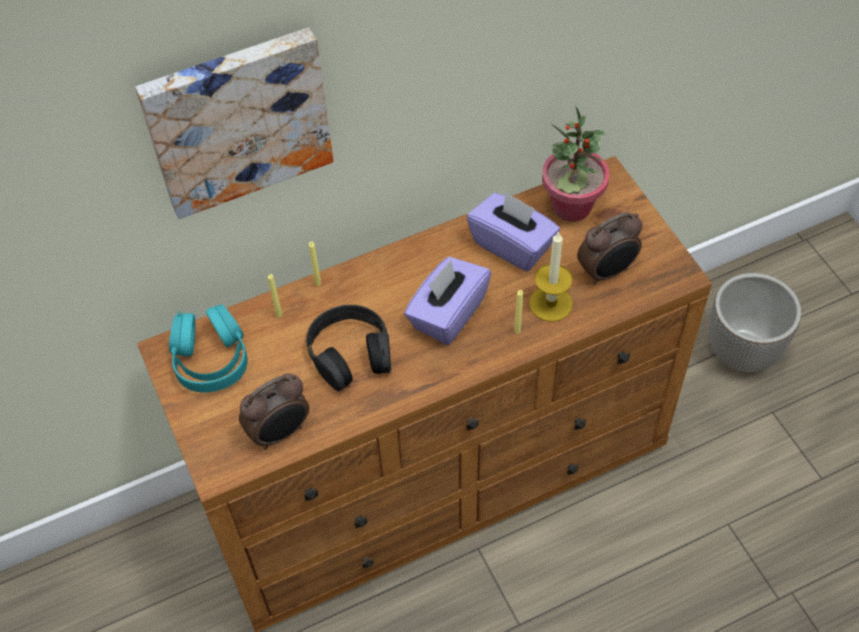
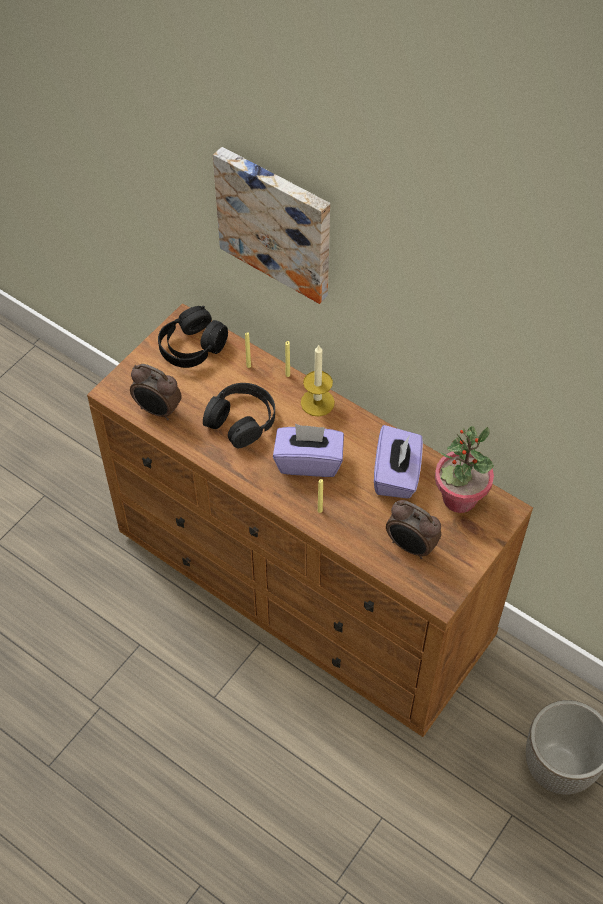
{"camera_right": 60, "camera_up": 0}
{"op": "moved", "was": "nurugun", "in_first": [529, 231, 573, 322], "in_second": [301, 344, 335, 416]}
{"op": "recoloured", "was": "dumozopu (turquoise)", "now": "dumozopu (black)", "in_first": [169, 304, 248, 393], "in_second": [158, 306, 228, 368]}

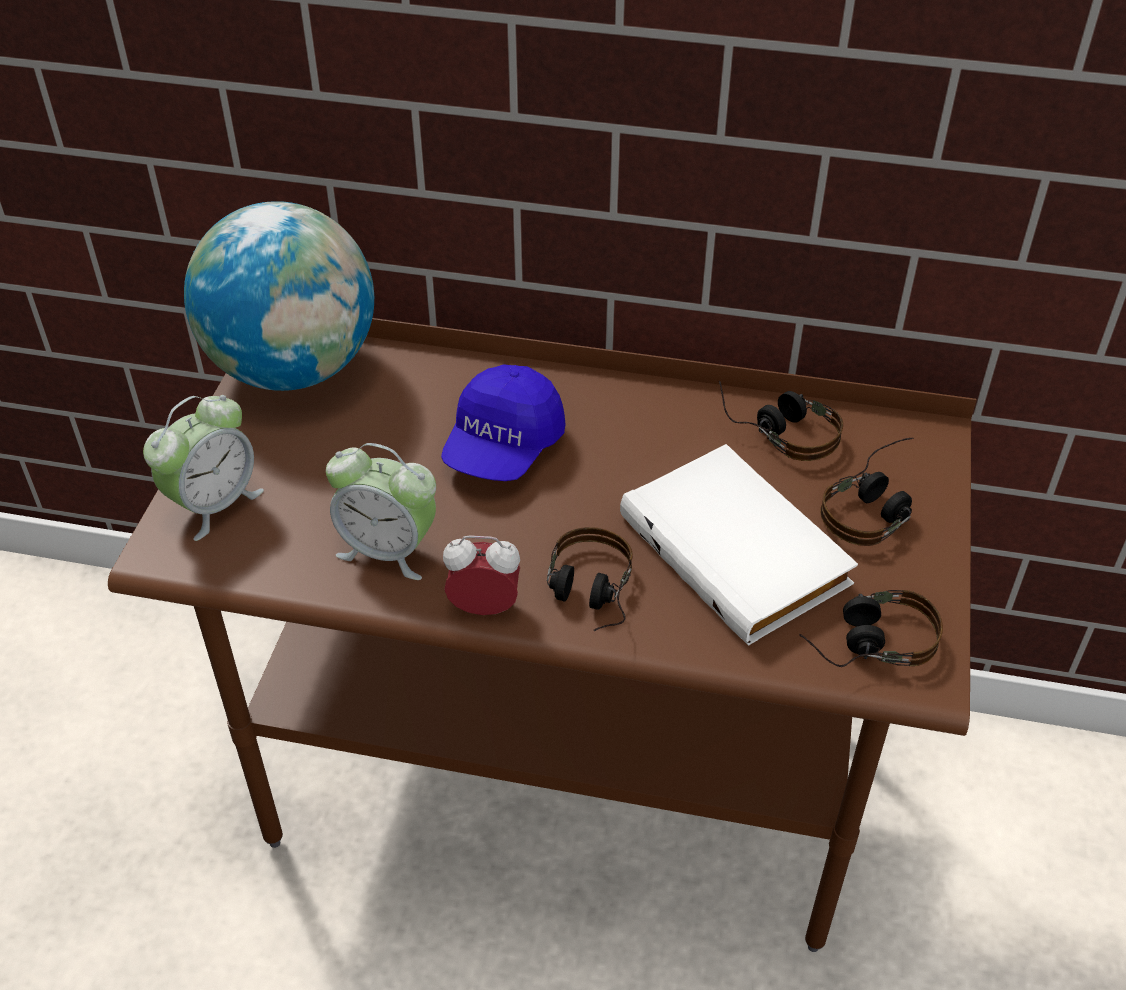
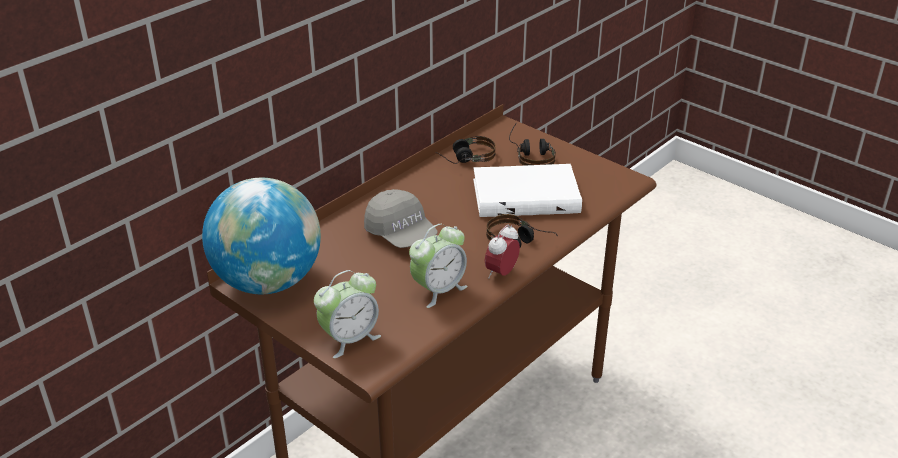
{"camera_right": -60, "camera_up": -10}
{"op": "removed", "was": "dumozopu", "in_first": [799, 590, 943, 667]}
{"op": "recoloured", "was": "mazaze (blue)", "now": "mazaze (grey)", "in_first": [441, 364, 565, 481], "in_second": [364, 189, 438, 248]}
{"op": "turned", "was": "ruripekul", "in_first": [143, 395, 264, 541], "in_second": [314, 270, 381, 358], "clockwise": 75}

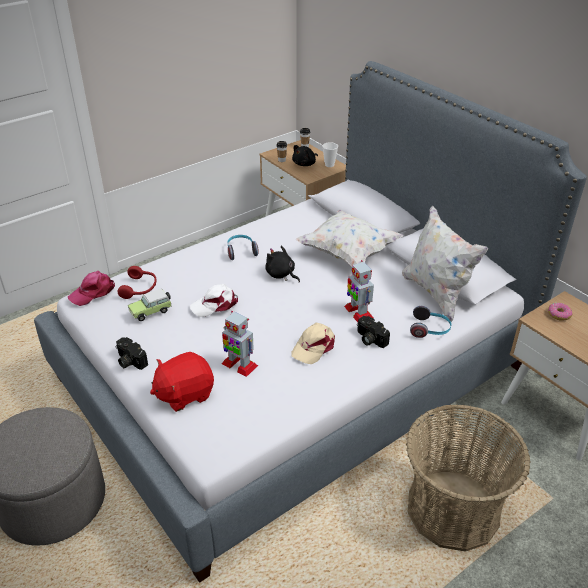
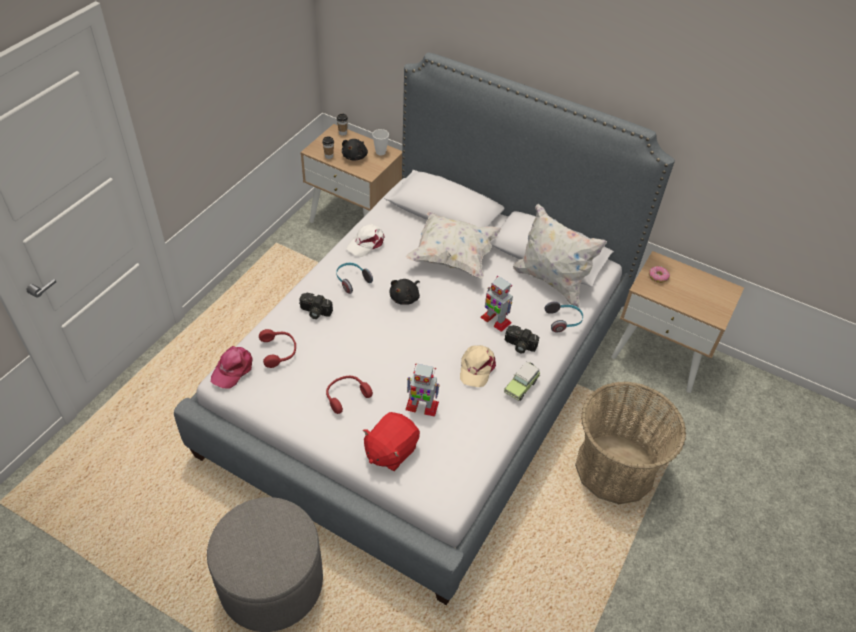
{"camera_right": -25, "camera_up": 10}
{"op": "added", "now": "dumozopu (red)", "in_second": [326, 376, 373, 414]}
{"op": "moved", "was": "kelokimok", "in_first": [115, 337, 148, 370], "in_second": [299, 293, 333, 319]}
{"op": "moved", "was": "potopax", "in_first": [128, 288, 172, 321], "in_second": [504, 362, 540, 401]}
{"op": "moved", "was": "mazaze (white)", "in_first": [190, 284, 238, 317], "in_second": [346, 223, 385, 257]}
{"op": "turned", "was": "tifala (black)", "in_first": [265, 246, 300, 282], "in_second": [389, 279, 420, 305], "clockwise": -75}

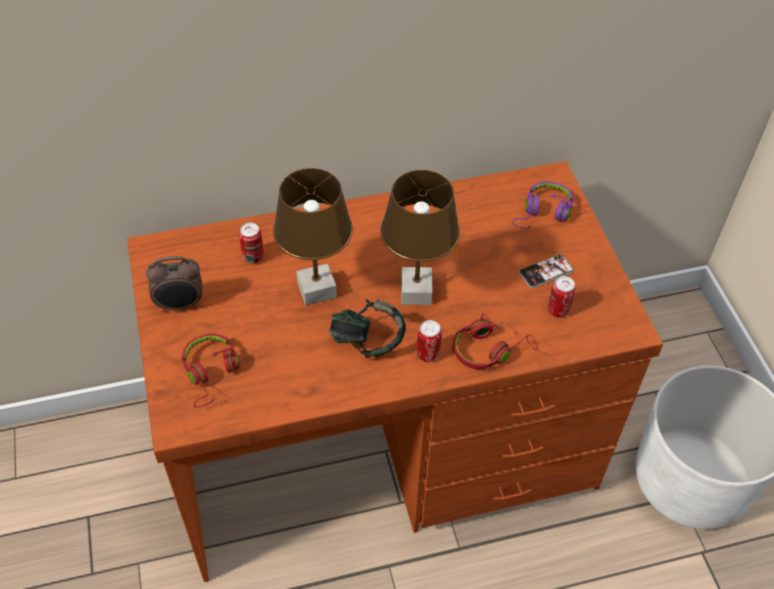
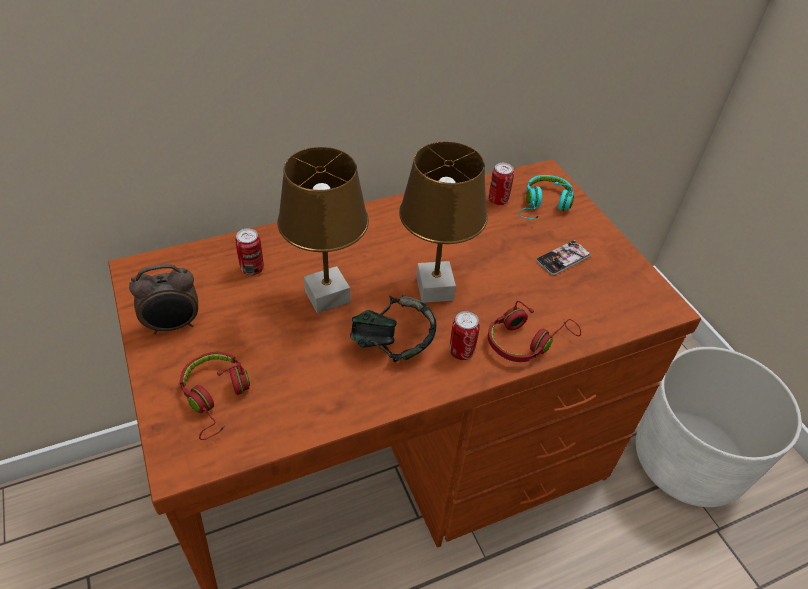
{"camera_right": -10, "camera_up": -5}
{"op": "moved", "was": "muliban", "in_first": [548, 276, 576, 318], "in_second": [489, 163, 514, 205]}
{"op": "recoloured", "was": "dumozopu (purple)", "now": "dumozopu (turquoise)", "in_first": [513, 181, 574, 229], "in_second": [519, 175, 574, 219]}

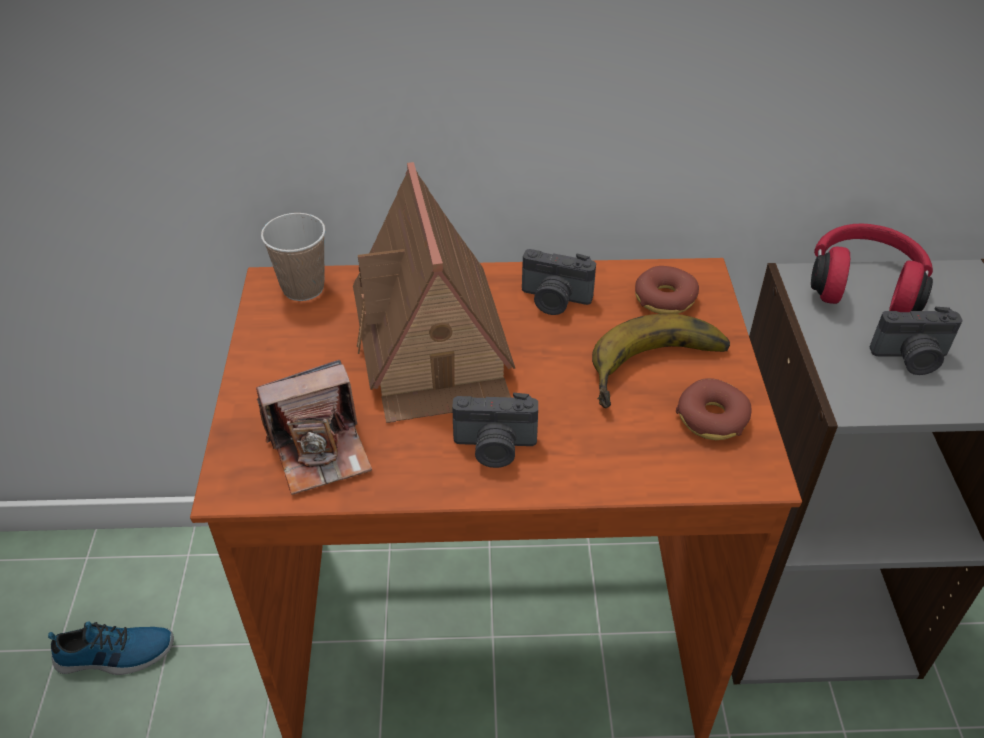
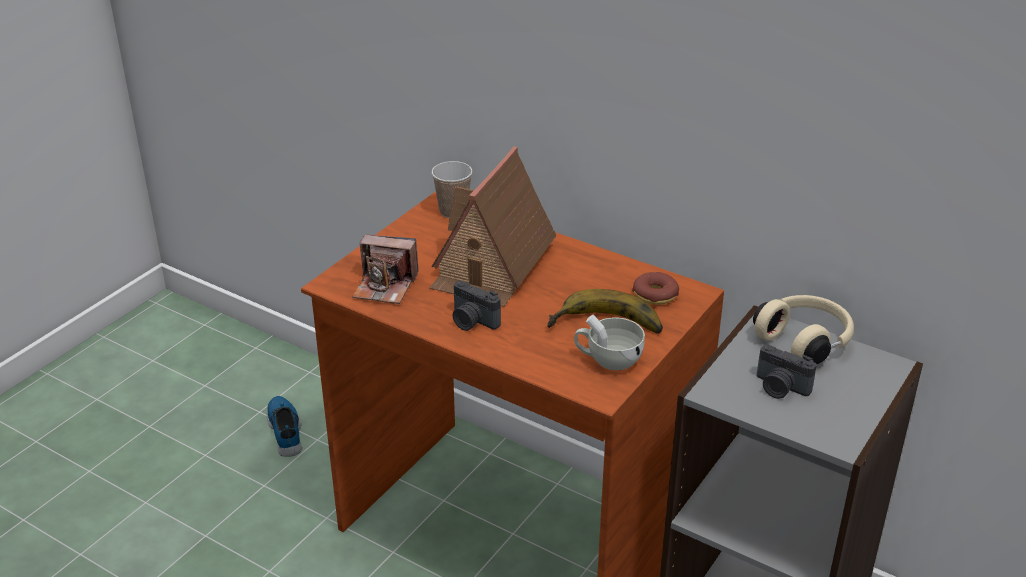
{"camera_right": 35, "camera_up": -10}
{"op": "removed", "was": "kelokimok", "in_first": [522, 249, 596, 315]}
{"op": "replaced", "was": "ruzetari", "now": "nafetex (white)", "in_first": [676, 378, 752, 440], "in_second": [574, 315, 645, 370]}
{"op": "recoloured", "was": "dumozopu (red)", "now": "dumozopu (beige)", "in_first": [811, 224, 933, 312], "in_second": [753, 295, 854, 364]}
{"op": "turned", "was": "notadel", "in_first": [48, 622, 174, 675], "in_second": [267, 396, 302, 457], "clockwise": -135}

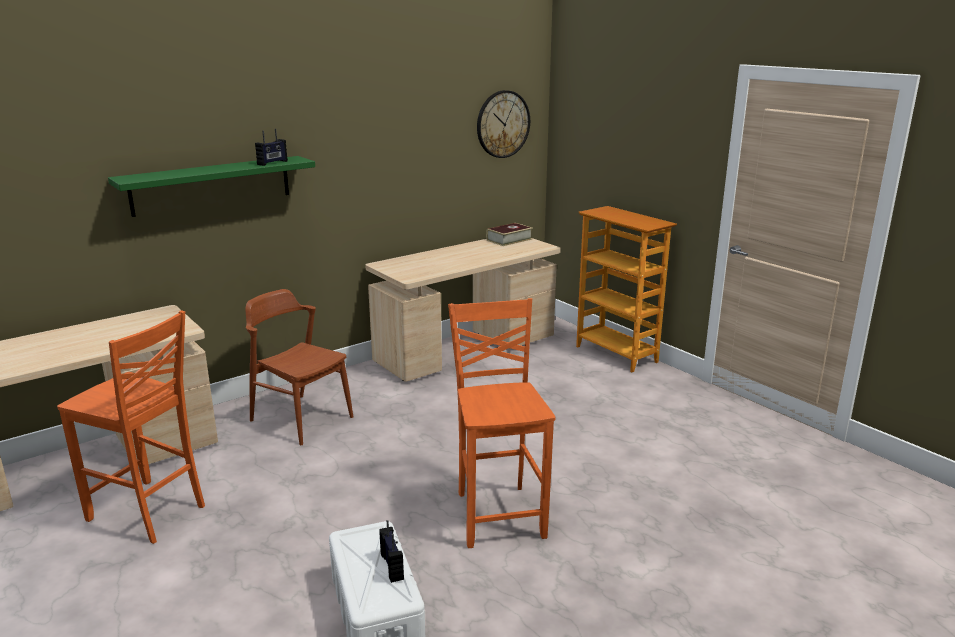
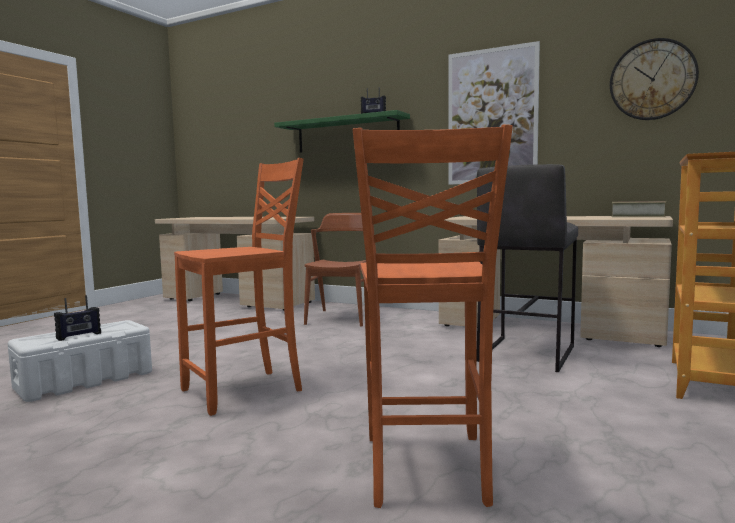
{"camera_right": 65, "camera_up": -15}
{"op": "added", "now": "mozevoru", "in_second": [448, 41, 540, 185]}
{"op": "added", "now": "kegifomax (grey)", "in_second": [477, 164, 578, 372]}
{"op": "moved", "was": "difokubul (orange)", "in_first": [57, 310, 205, 544], "in_second": [353, 125, 513, 508]}

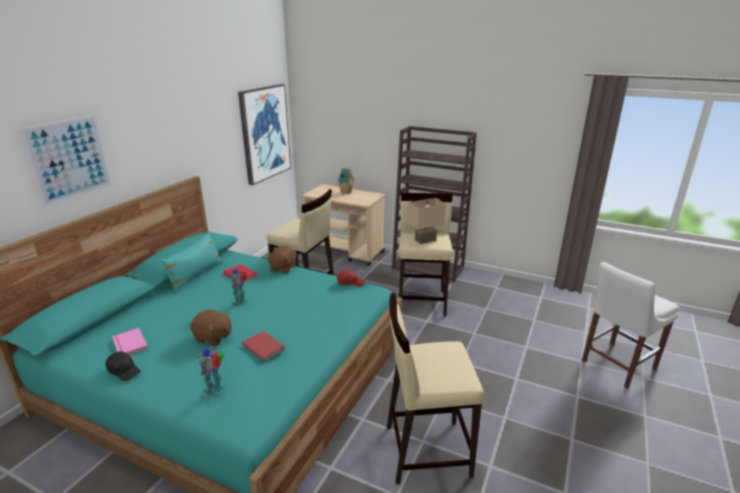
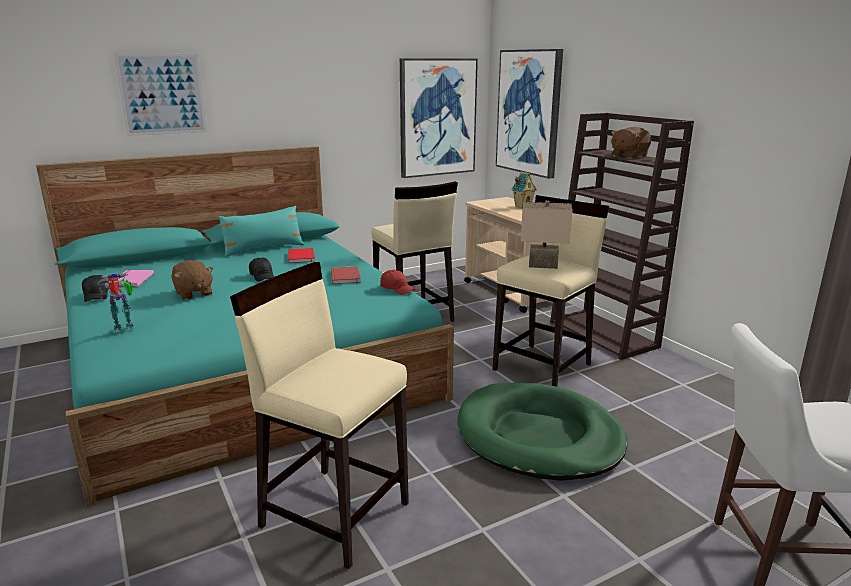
{"camera_right": 35, "camera_up": -5}
{"op": "added", "now": "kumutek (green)", "in_second": [458, 383, 627, 481]}
{"op": "added", "now": "mozevoru", "in_second": [496, 49, 563, 179]}
{"op": "moved", "was": "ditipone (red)", "in_first": [242, 331, 286, 362], "in_second": [331, 266, 361, 284]}
{"op": "moved", "was": "tifala (brown)", "in_first": [267, 245, 297, 273], "in_second": [611, 127, 651, 159]}
{"op": "replaced", "was": "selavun", "now": "mazaze (black)", "in_first": [228, 268, 247, 307], "in_second": [249, 258, 274, 282]}

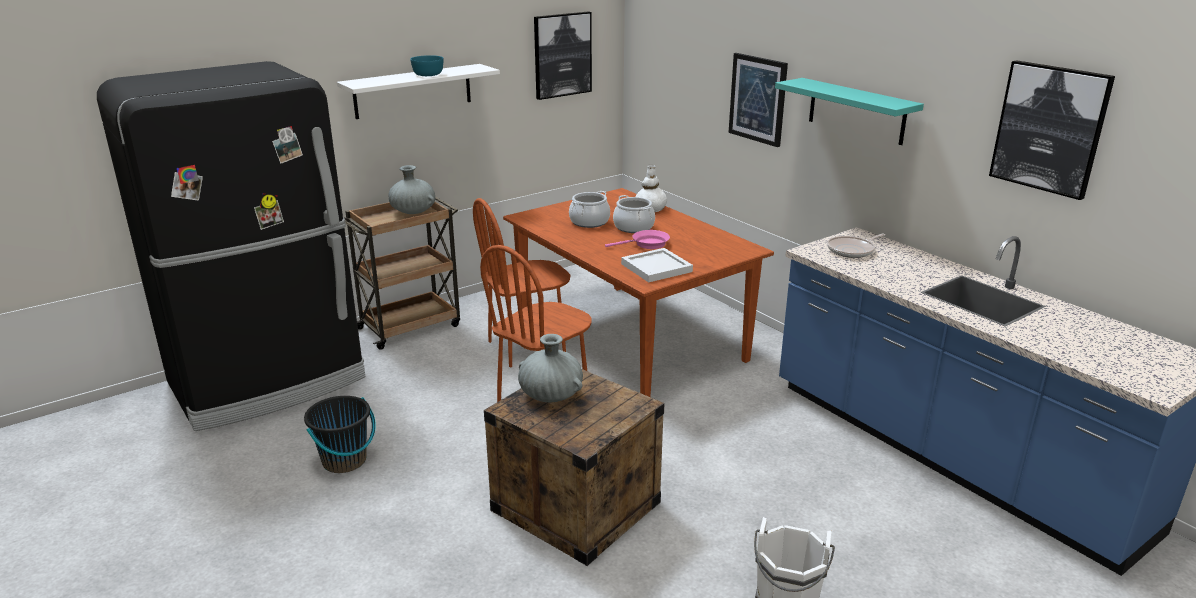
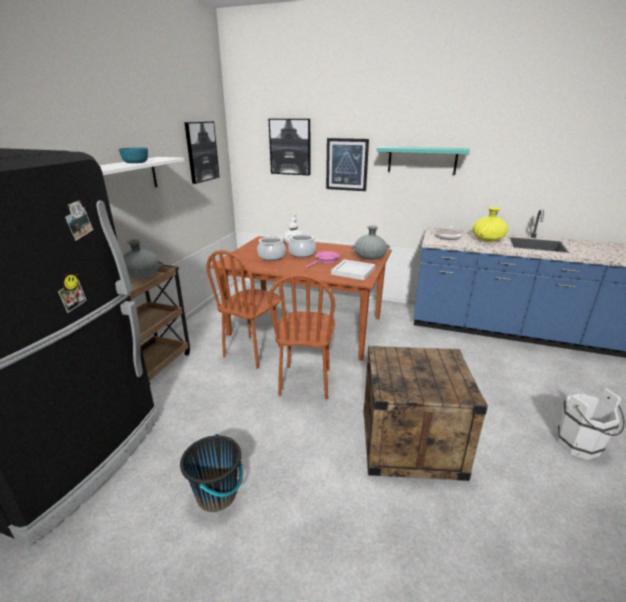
{"camera_right": -35, "camera_up": 0}
{"op": "added", "now": "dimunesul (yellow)", "in_second": [472, 207, 508, 242]}
{"op": "moved", "was": "dimunesul (grey)", "in_first": [518, 334, 583, 402], "in_second": [352, 225, 390, 260]}
{"op": "moved", "was": "mozevoru", "in_first": [989, 60, 1115, 200], "in_second": [269, 119, 310, 175]}

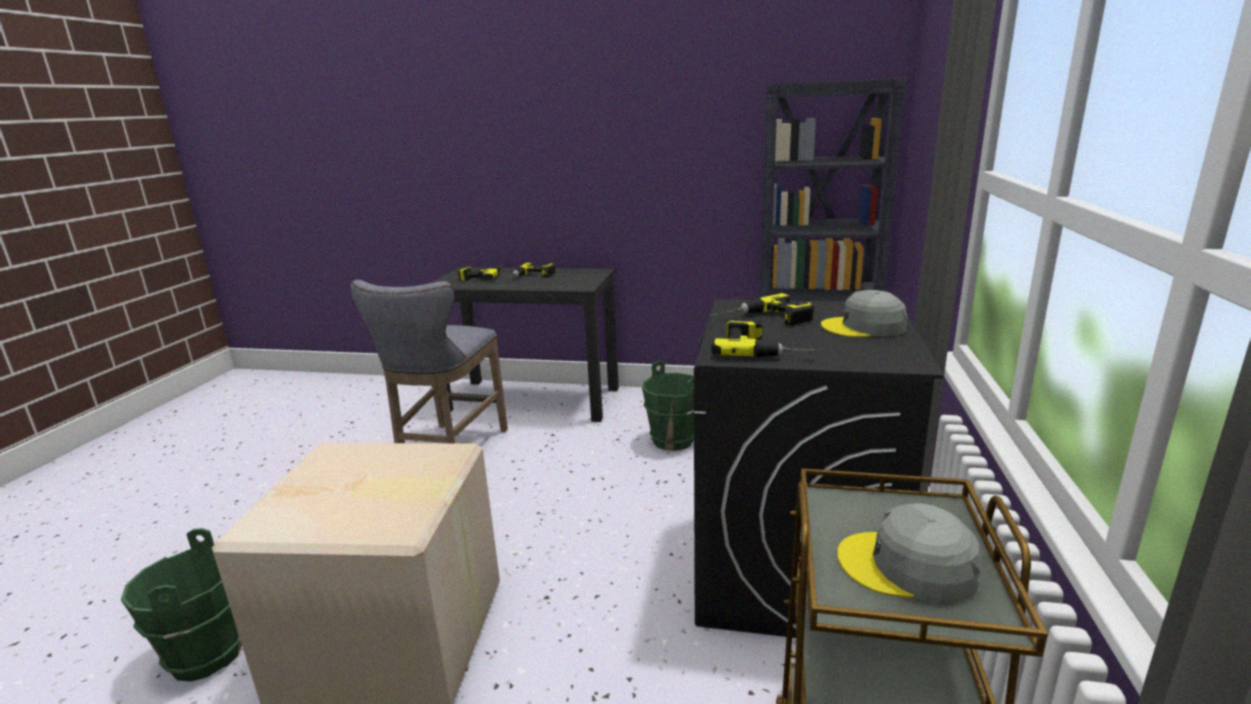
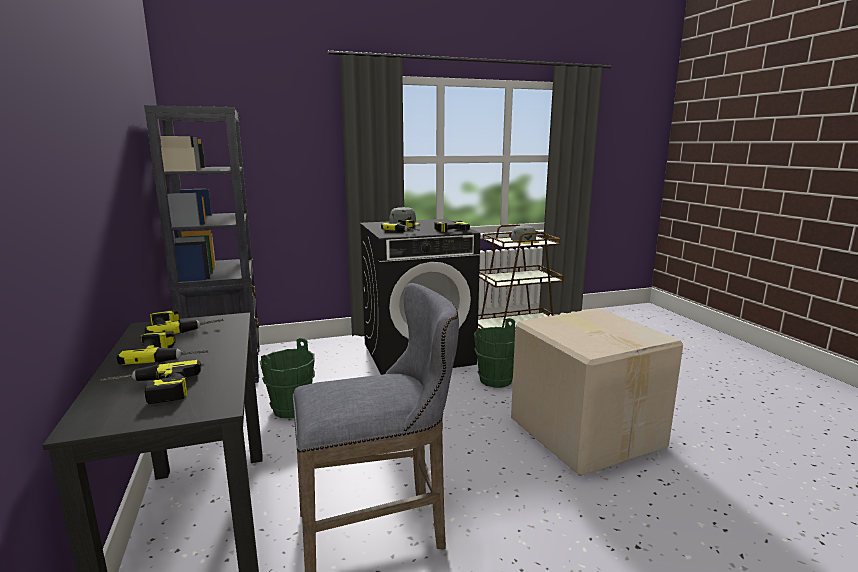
{"camera_right": -120, "camera_up": -5}
{"op": "added", "now": "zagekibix", "in_second": [144, 309, 223, 334]}
{"op": "moved", "was": "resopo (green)", "in_first": [120, 528, 242, 682], "in_second": [474, 318, 515, 388]}

